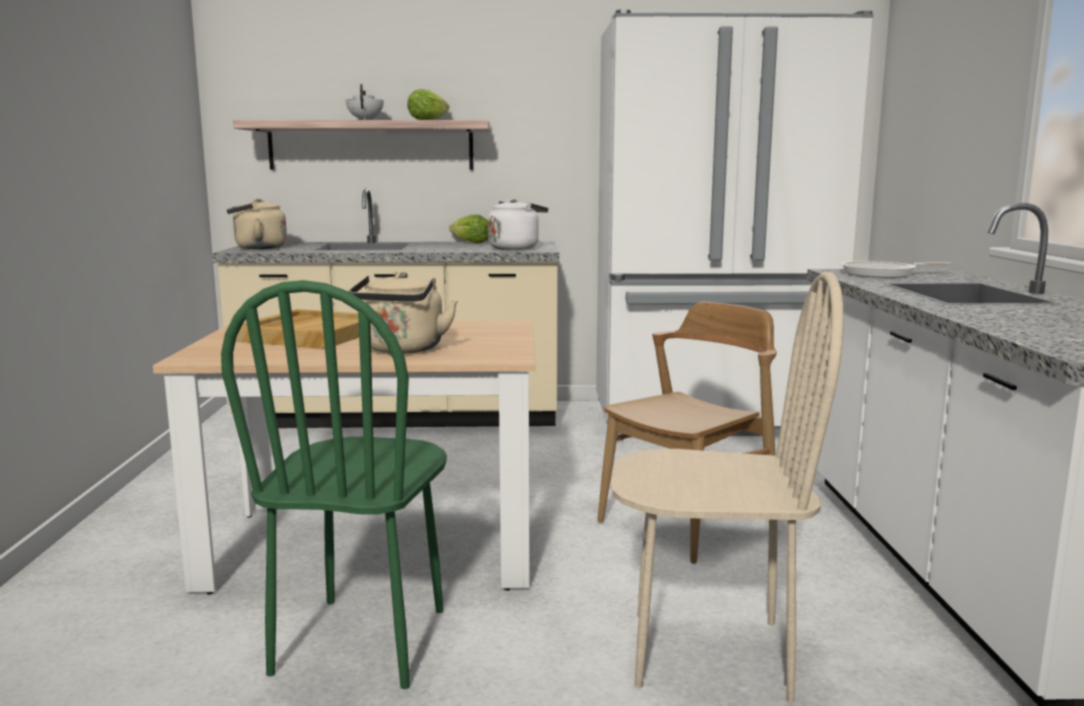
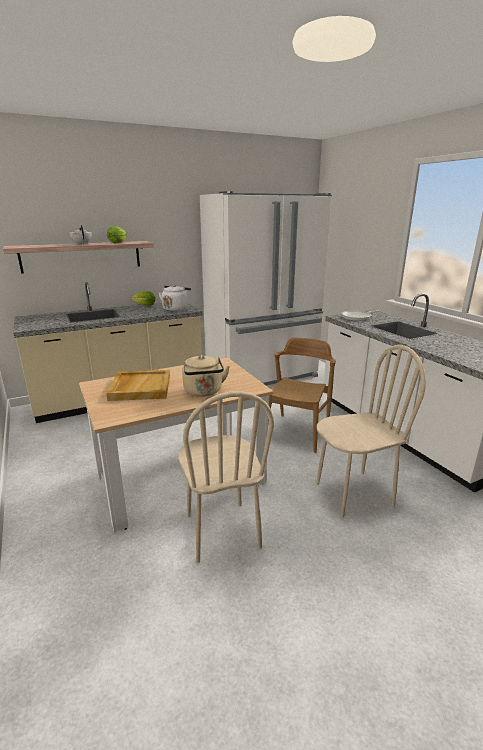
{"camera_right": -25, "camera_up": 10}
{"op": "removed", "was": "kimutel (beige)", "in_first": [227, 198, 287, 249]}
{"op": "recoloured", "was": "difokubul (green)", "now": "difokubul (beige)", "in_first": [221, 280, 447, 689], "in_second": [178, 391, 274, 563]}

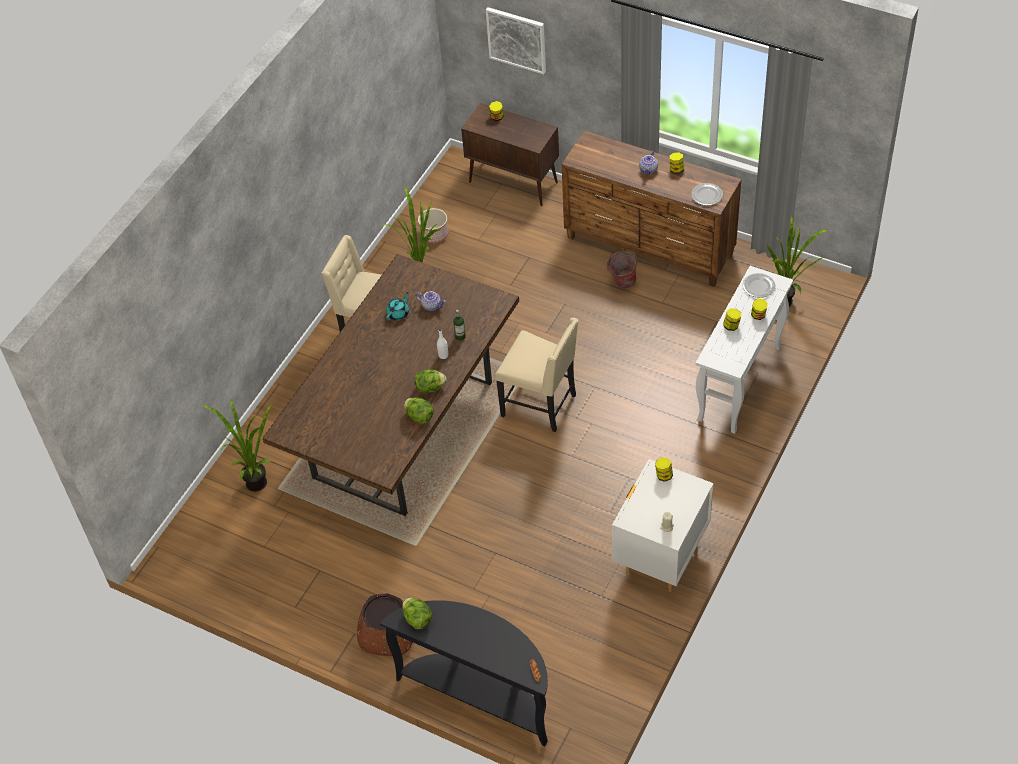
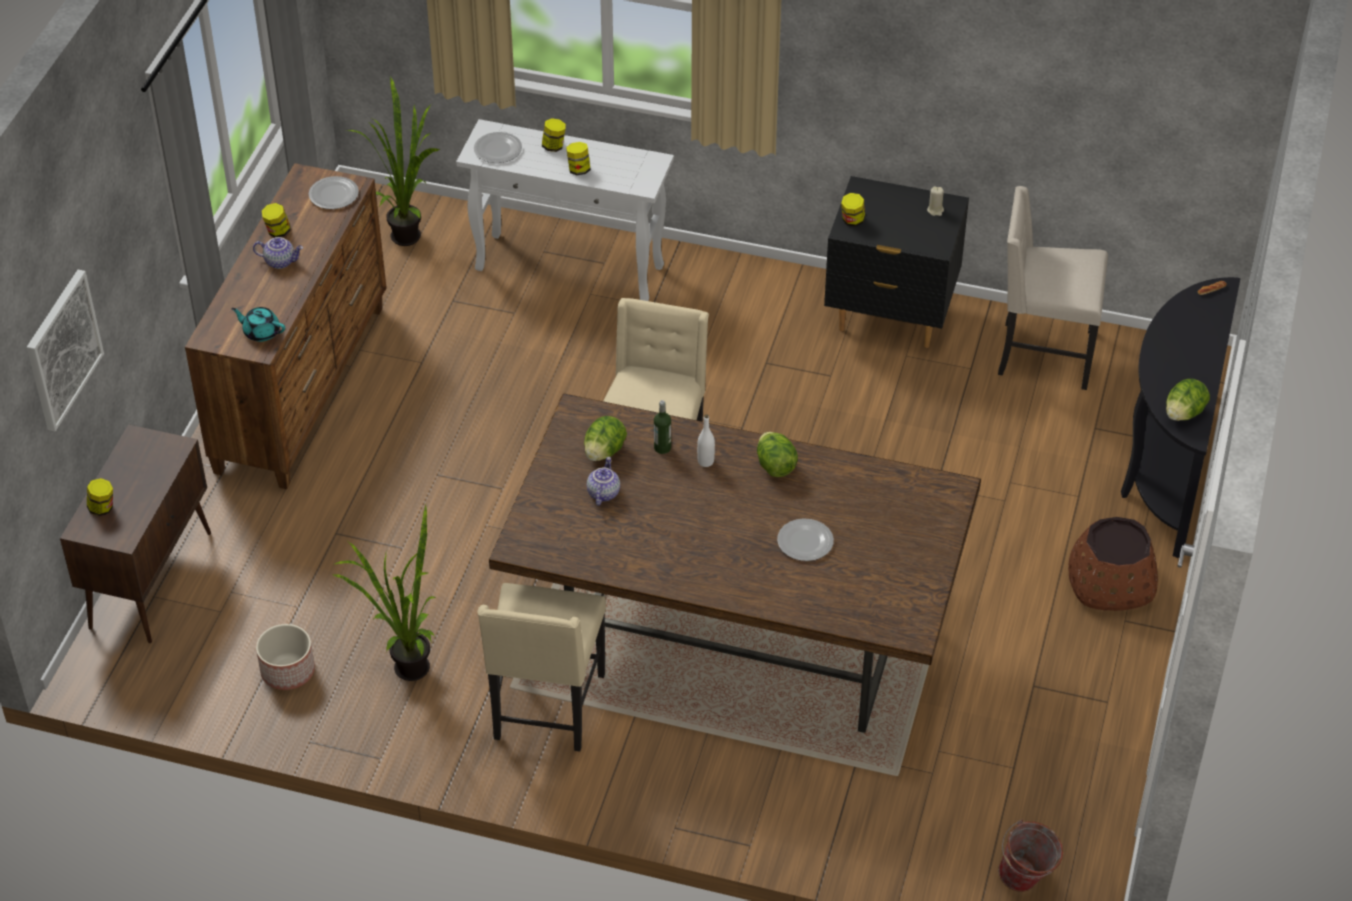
{"camera_right": -105, "camera_up": -5}
{"op": "removed", "was": "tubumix", "in_first": [202, 398, 271, 492]}
{"op": "added", "now": "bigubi", "in_second": [777, 518, 834, 561]}
{"op": "added", "now": "difokubul (beige)", "in_second": [998, 186, 1108, 390]}
{"op": "moved", "was": "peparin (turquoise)", "in_first": [386, 292, 409, 320], "in_second": [231, 307, 285, 342]}
{"op": "moved", "was": "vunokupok", "in_first": [404, 397, 434, 424], "in_second": [584, 416, 627, 461]}
{"op": "moved", "was": "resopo", "in_first": [606, 251, 637, 288], "in_second": [998, 819, 1063, 892]}
{"op": "recoloured", "was": "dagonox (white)", "now": "dagonox (black)", "in_first": [612, 459, 714, 592], "in_second": [824, 176, 969, 348]}

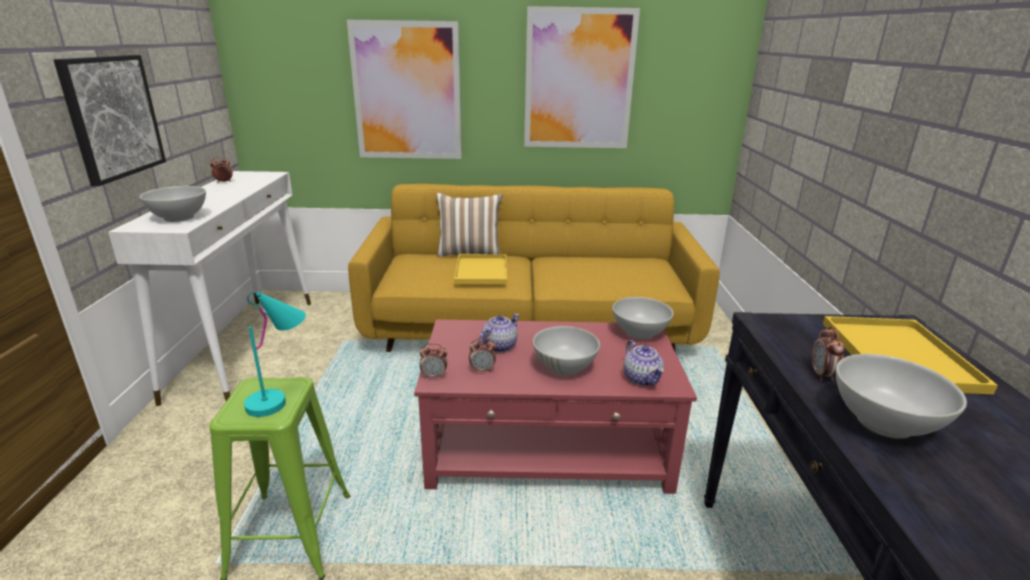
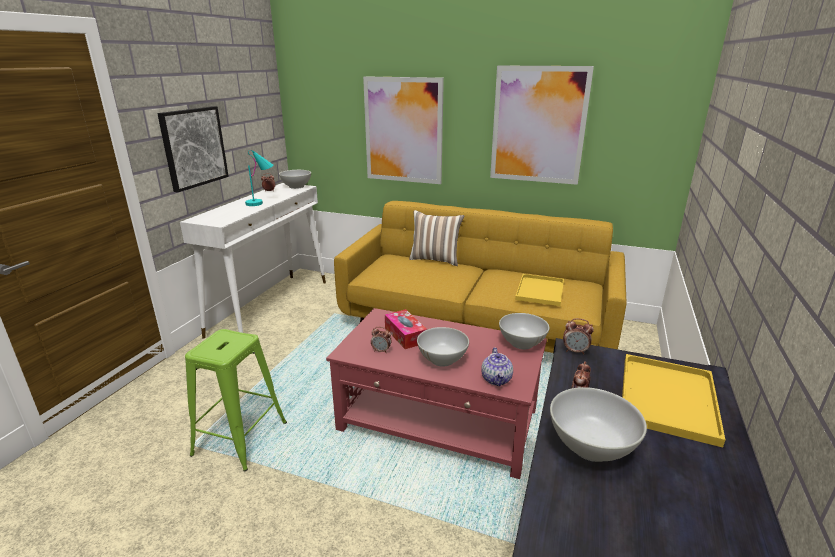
{"camera_right": 20, "camera_up": 0}
{"op": "moved", "was": "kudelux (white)", "in_first": [139, 186, 206, 222], "in_second": [279, 170, 311, 189]}
{"op": "moved", "was": "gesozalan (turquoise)", "in_first": [244, 292, 306, 417], "in_second": [245, 150, 273, 206]}
{"op": "moved", "was": "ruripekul", "in_first": [420, 343, 447, 379], "in_second": [563, 318, 594, 355]}
{"op": "moved", "was": "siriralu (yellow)", "in_first": [454, 254, 507, 284], "in_second": [515, 274, 564, 306]}
{"op": "replaced", "was": "peparin", "now": "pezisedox", "in_first": [479, 314, 520, 352], "in_second": [385, 309, 427, 349]}

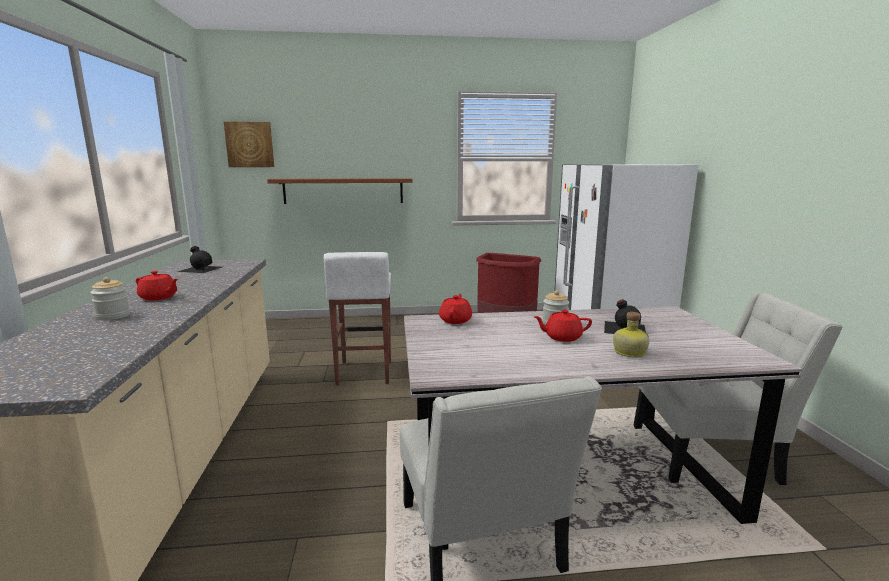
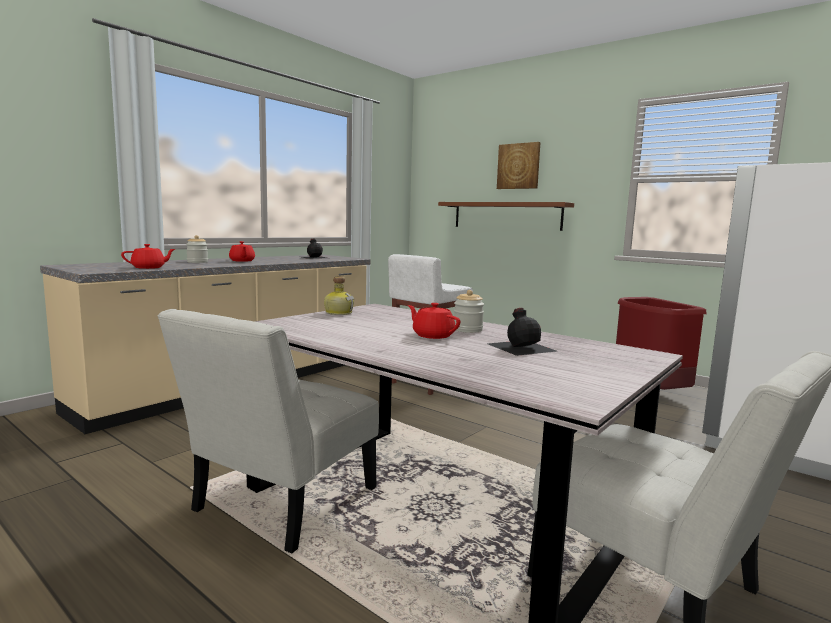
{"camera_right": 45, "camera_up": -5}
{"op": "moved", "was": "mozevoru", "in_first": [224, 121, 274, 167], "in_second": [497, 142, 541, 189]}
{"op": "moved", "was": "peparin (red)", "in_first": [439, 294, 472, 324], "in_second": [121, 244, 175, 269]}
{"op": "moved", "was": "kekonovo", "in_first": [613, 312, 649, 357], "in_second": [324, 277, 354, 315]}

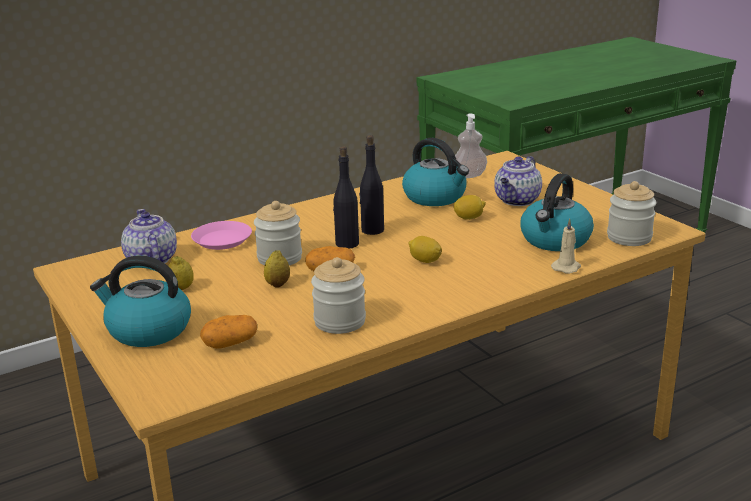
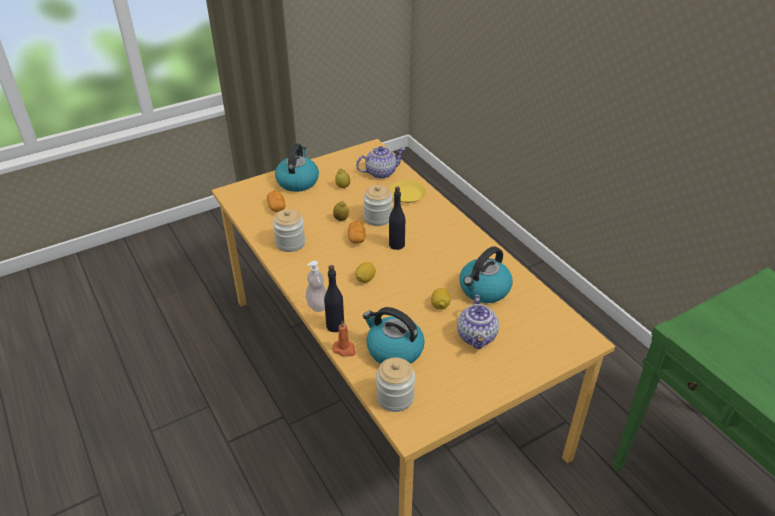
{"camera_right": 90, "camera_up": 15}
{"op": "moved", "was": "kekonovo (black)", "in_first": [359, 135, 384, 235], "in_second": [324, 265, 344, 332]}
{"op": "moved", "was": "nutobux", "in_first": [455, 114, 487, 178], "in_second": [306, 261, 327, 312]}
{"op": "recoloured", "was": "bigubi (pink)", "now": "bigubi (yellow)", "in_first": [191, 221, 252, 250], "in_second": [389, 180, 427, 203]}
{"op": "recoloured", "was": "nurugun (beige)", "now": "nurugun (orange)", "in_first": [551, 219, 581, 274], "in_second": [333, 320, 356, 356]}
{"op": "turned", "was": "peparin", "in_first": [494, 156, 542, 206], "in_second": [457, 295, 499, 349], "clockwise": -120}

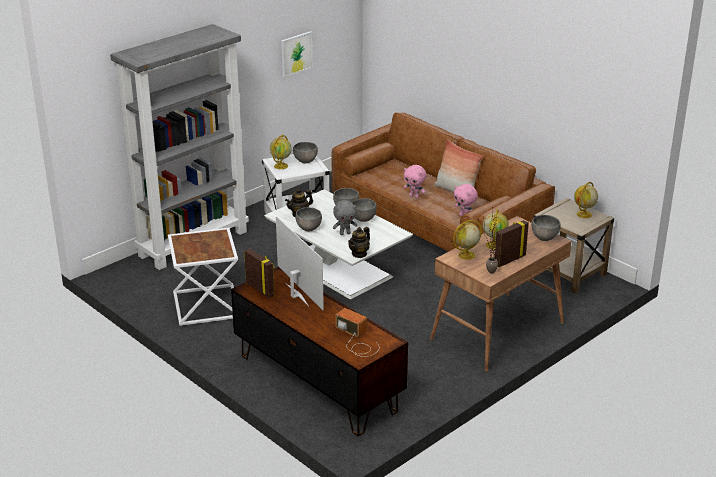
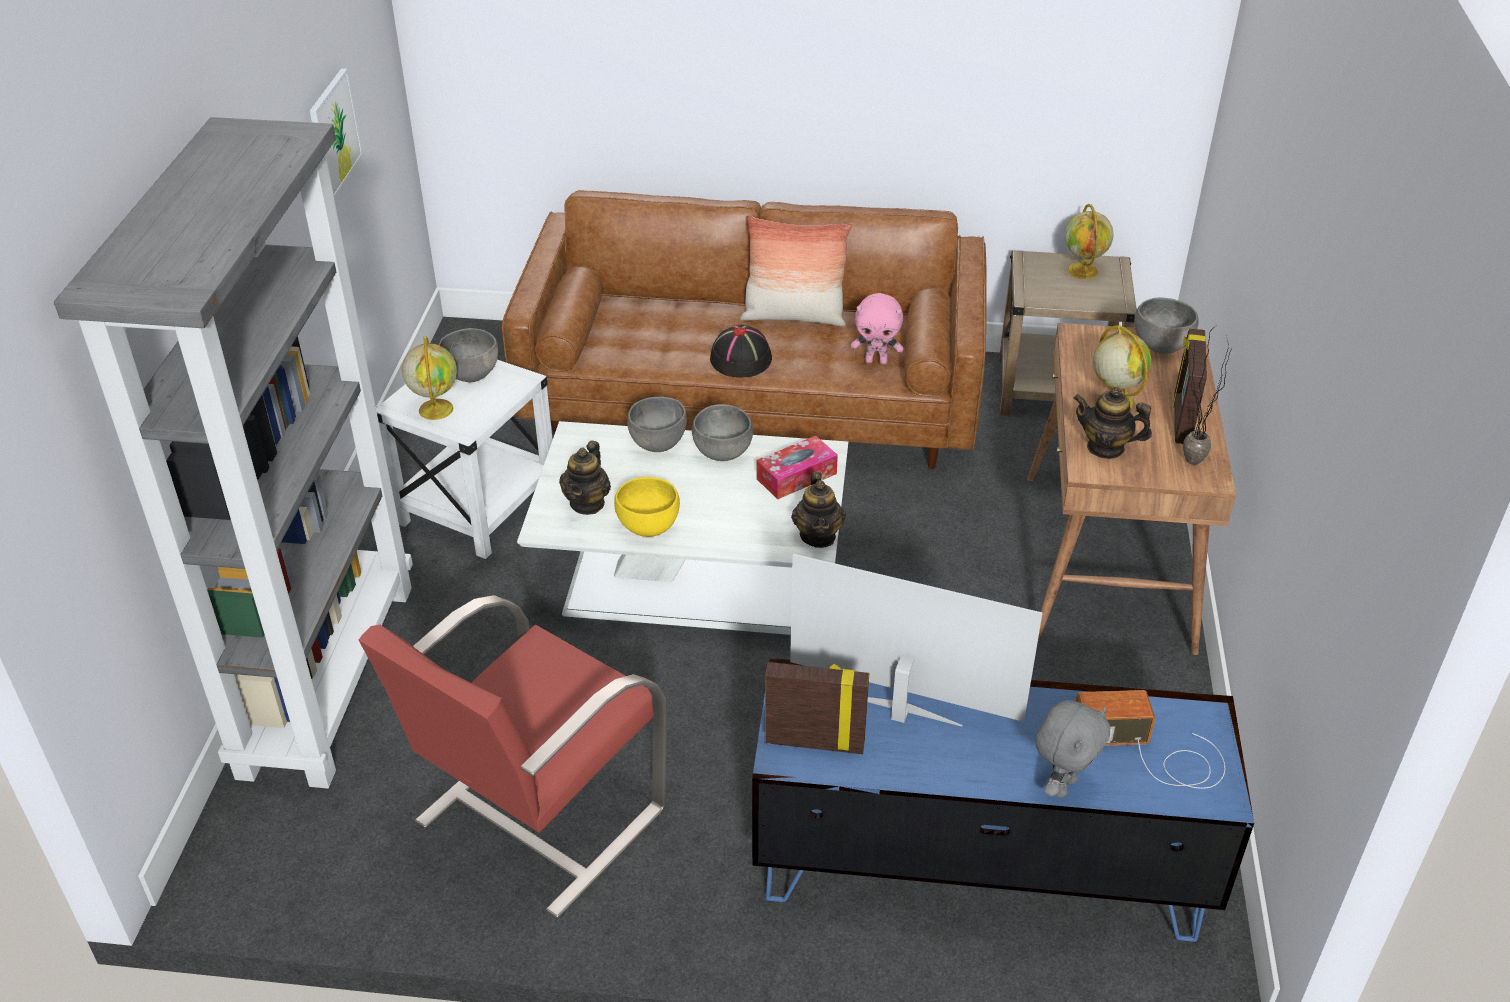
{"camera_right": -40, "camera_up": 10}
{"op": "added", "now": "pezisedox", "in_second": [756, 436, 838, 499]}
{"op": "moved", "was": "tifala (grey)", "in_first": [333, 200, 358, 235], "in_second": [1035, 700, 1110, 798]}
{"op": "replaced", "was": "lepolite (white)", "now": "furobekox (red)", "in_first": [168, 228, 238, 326], "in_second": [359, 595, 667, 918]}
{"op": "replaced", "was": "tifala (pink)", "now": "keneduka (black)", "in_first": [404, 165, 427, 198], "in_second": [710, 324, 772, 378]}
{"op": "replaced", "was": "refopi", "now": "peparin", "in_first": [453, 220, 482, 260], "in_second": [1073, 387, 1152, 459]}
{"op": "recoloured", "was": "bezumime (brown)", "now": "bezumime (blue)", "in_first": [231, 267, 408, 436], "in_second": [752, 658, 1254, 942]}
{"op": "recoloured", "was": "kudelux (grey)", "now": "kudelux (yellow)", "in_first": [295, 207, 322, 232], "in_second": [614, 477, 680, 537]}

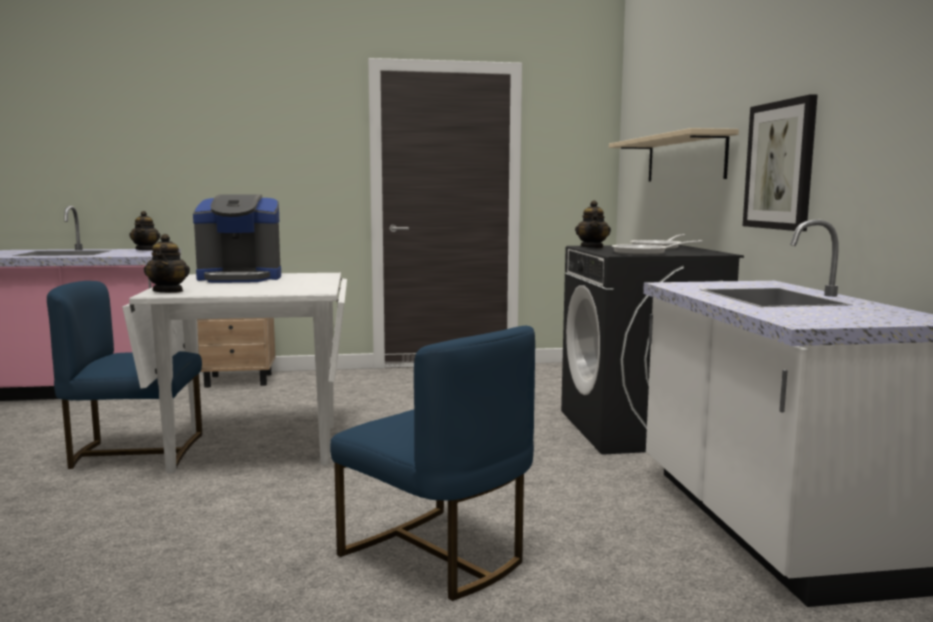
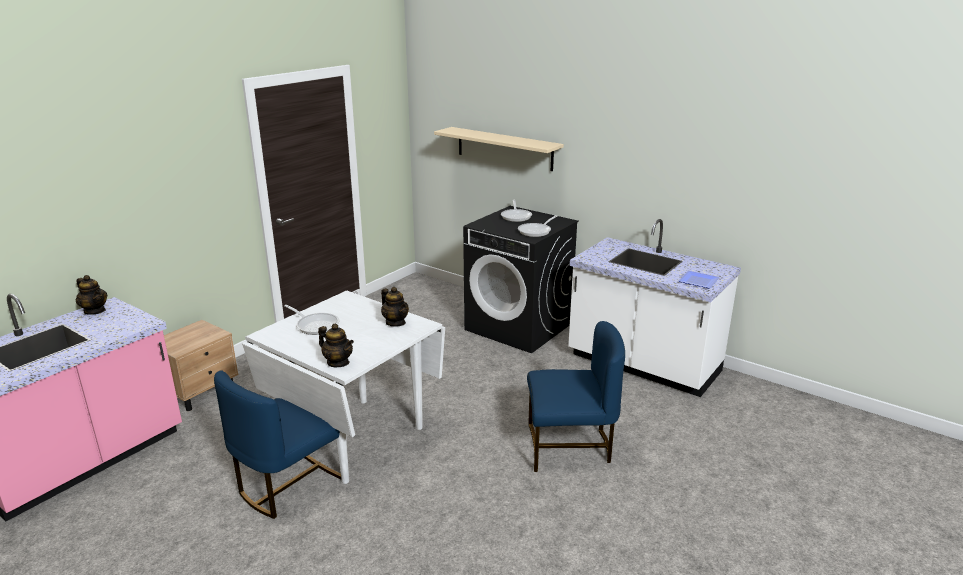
{"camera_right": -45, "camera_up": 15}
{"op": "removed", "was": "mozevoru", "in_first": [743, 94, 818, 231]}
{"op": "added", "now": "bigubi", "in_second": [679, 271, 719, 289]}
{"op": "moved", "was": "peparin", "in_first": [575, 200, 611, 248], "in_second": [381, 287, 409, 327]}
{"op": "replaced", "was": "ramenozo", "now": "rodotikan", "in_first": [193, 194, 281, 283], "in_second": [285, 305, 339, 335]}

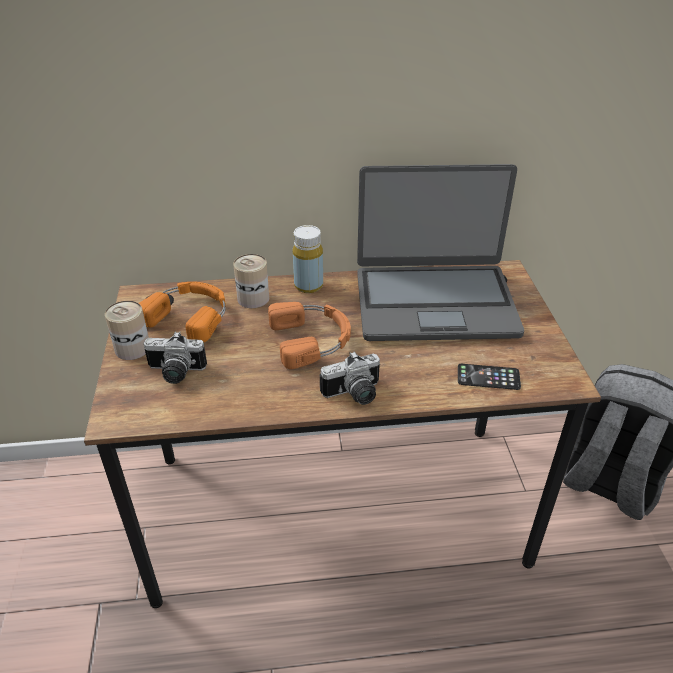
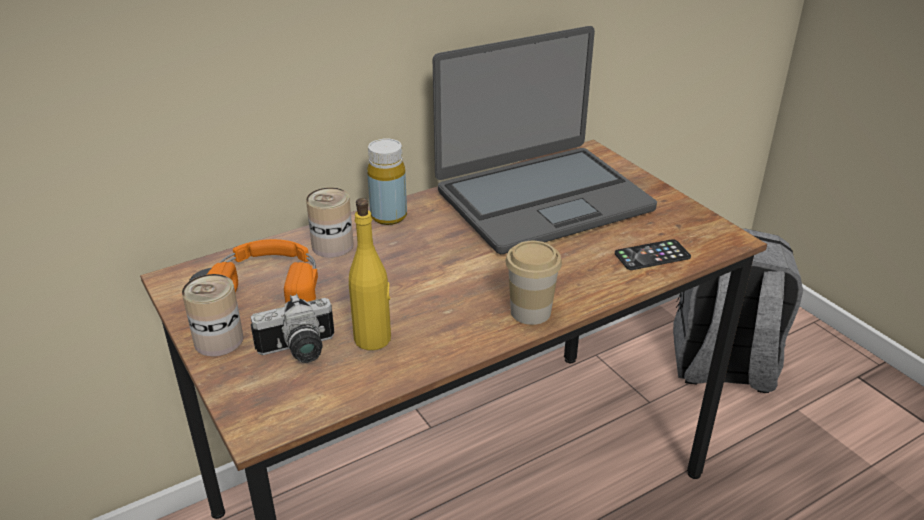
{"camera_right": -25, "camera_up": -5}
{"op": "removed", "was": "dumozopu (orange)", "in_first": [268, 302, 351, 369]}
{"op": "added", "now": "kekonovo (yellow)", "in_second": [349, 198, 391, 350]}
{"op": "replaced", "was": "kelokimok", "now": "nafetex", "in_first": [320, 351, 380, 405], "in_second": [506, 241, 562, 325]}

